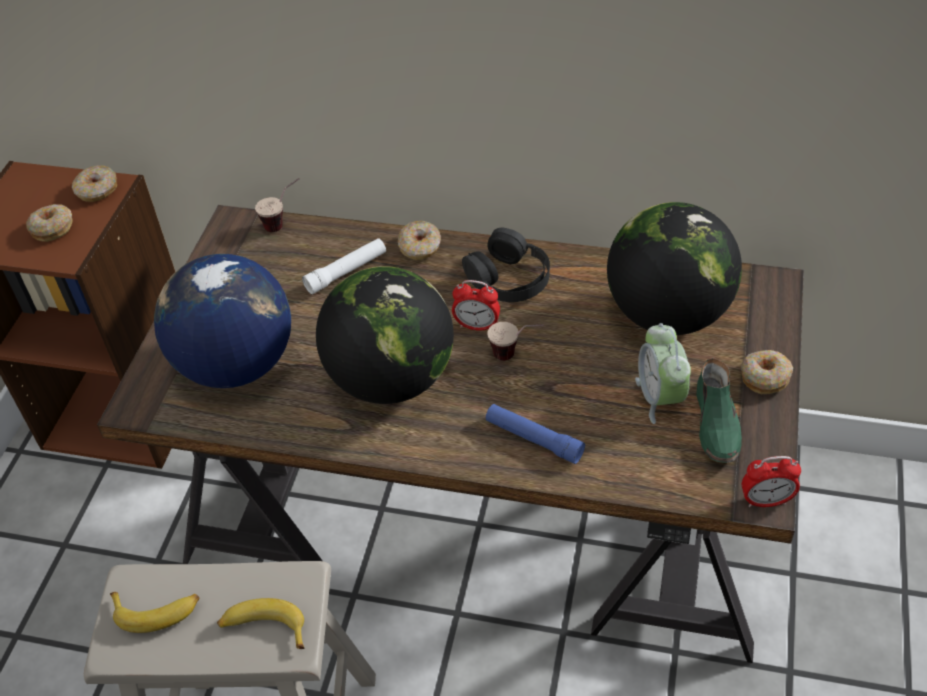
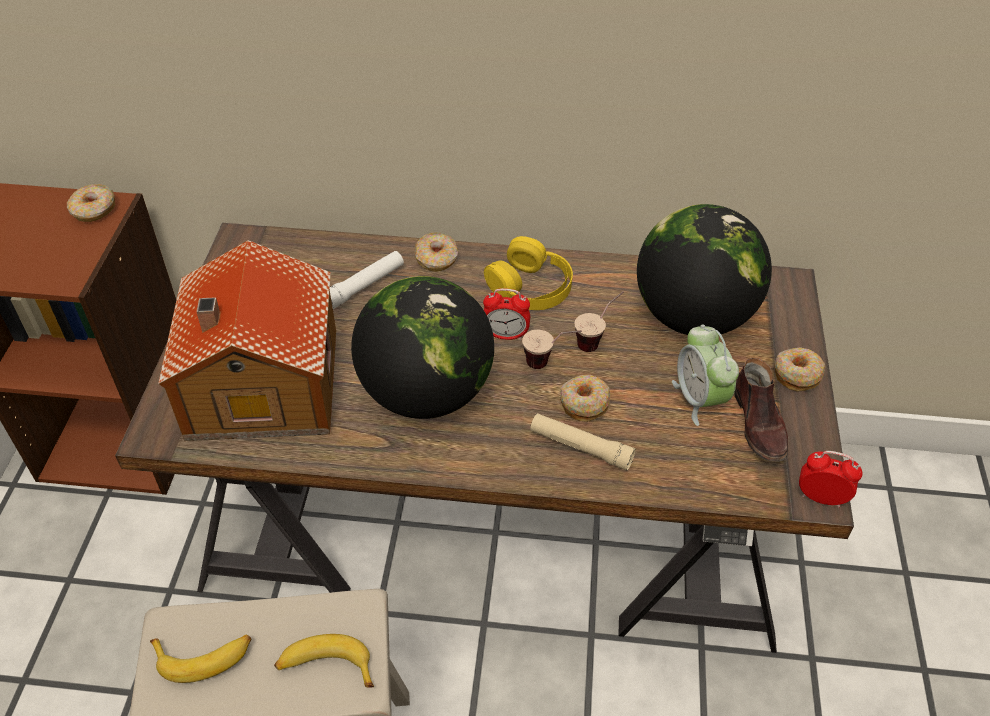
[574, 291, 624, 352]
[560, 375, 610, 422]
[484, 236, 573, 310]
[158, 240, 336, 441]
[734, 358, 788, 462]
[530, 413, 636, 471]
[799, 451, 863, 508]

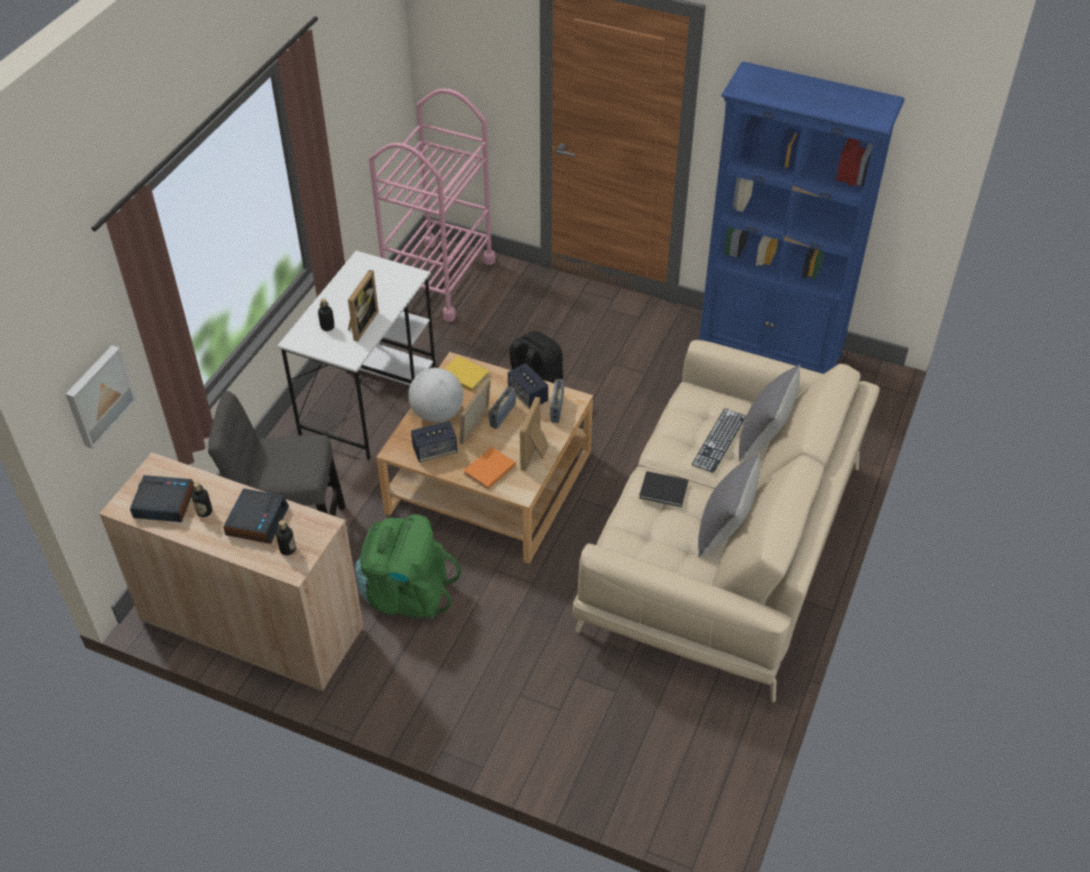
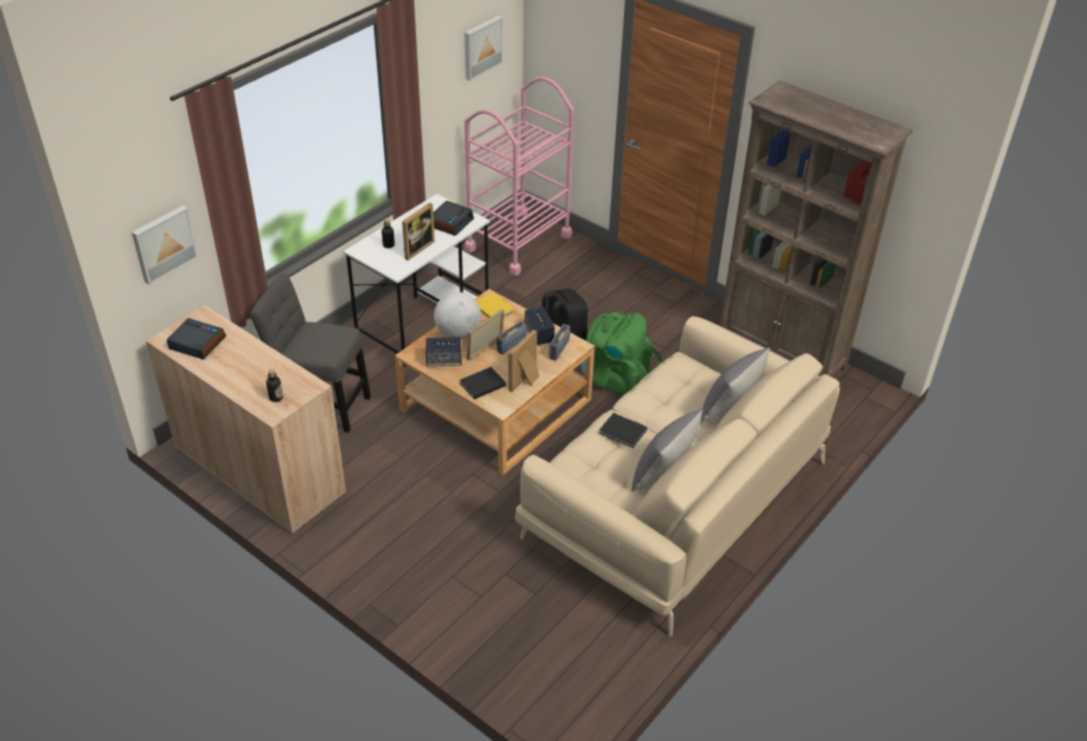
[720, 80, 913, 377]
[691, 408, 746, 473] (first image)
[460, 367, 506, 399]
[192, 482, 212, 517] (first image)
[433, 201, 474, 236]
[581, 312, 662, 395]
[464, 15, 503, 81]

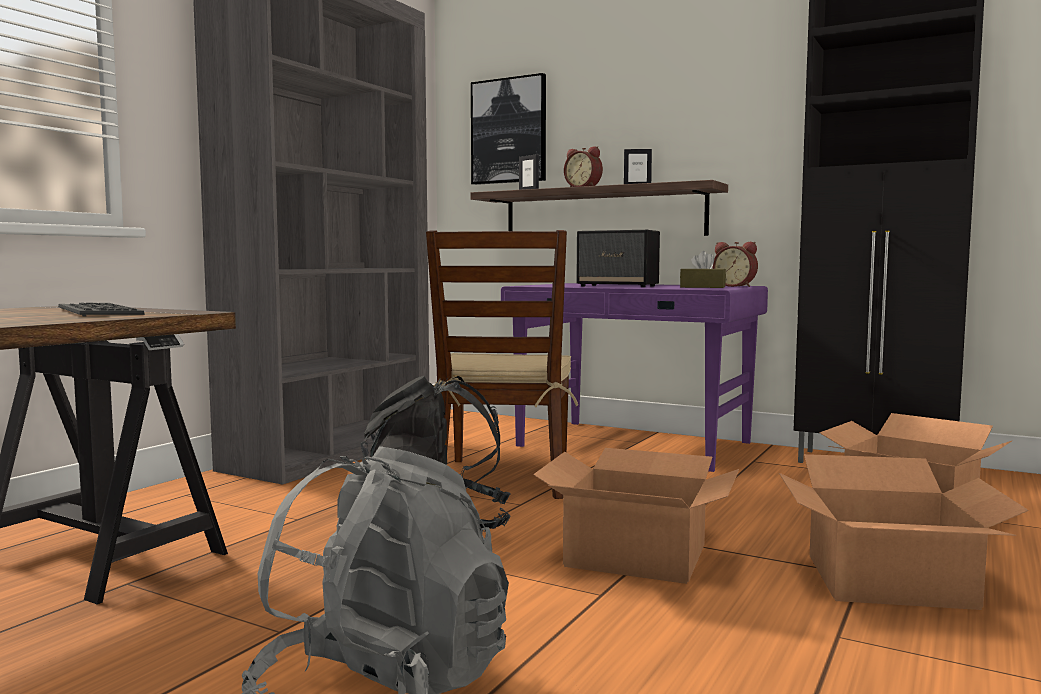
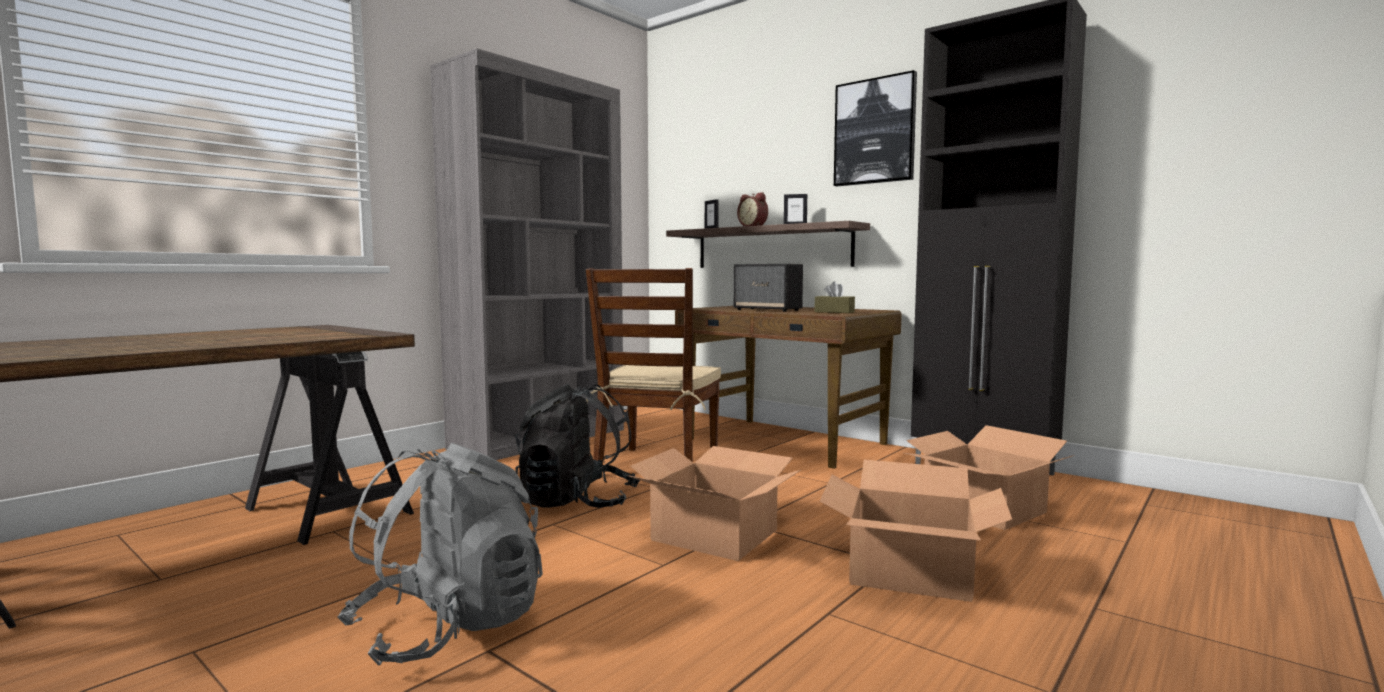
[834, 70, 917, 186]
[712, 242, 758, 287] (first image)
[675, 306, 902, 469]
[58, 303, 145, 316] (first image)

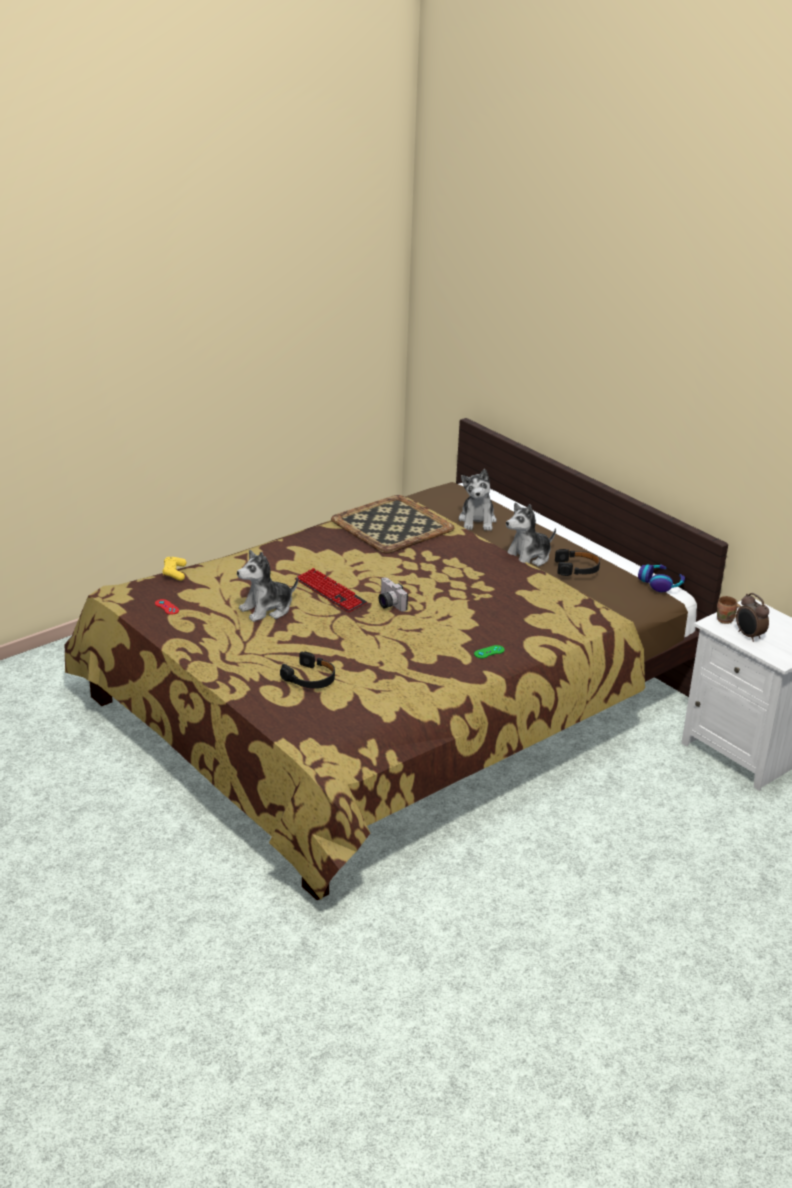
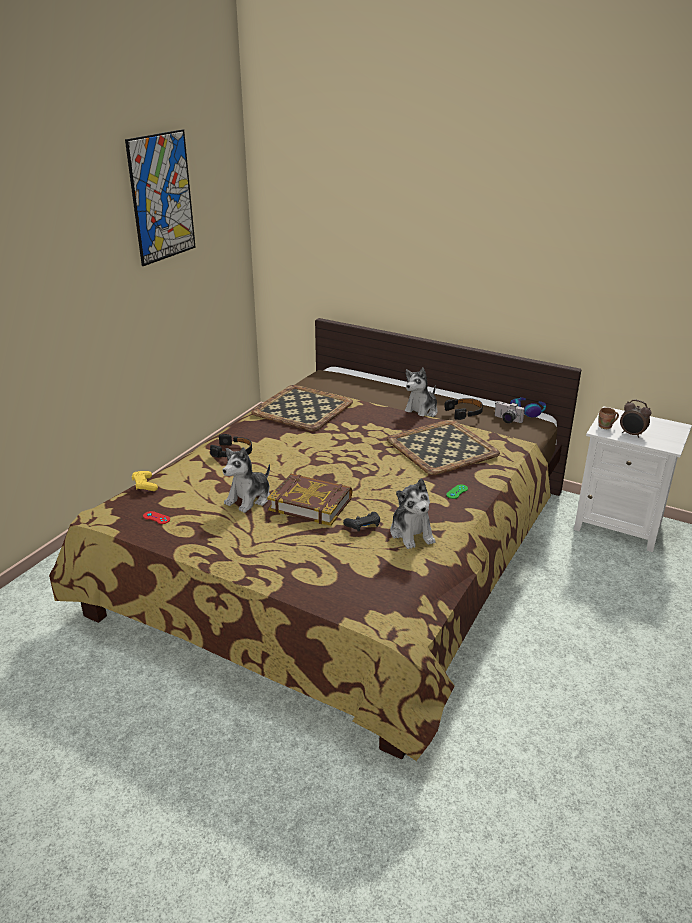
[390, 478, 435, 549]
[295, 568, 367, 612] (first image)
[495, 401, 525, 423]
[210, 434, 252, 458]
[125, 129, 196, 266]
[387, 420, 500, 475]
[267, 474, 353, 526]
[343, 512, 380, 532]

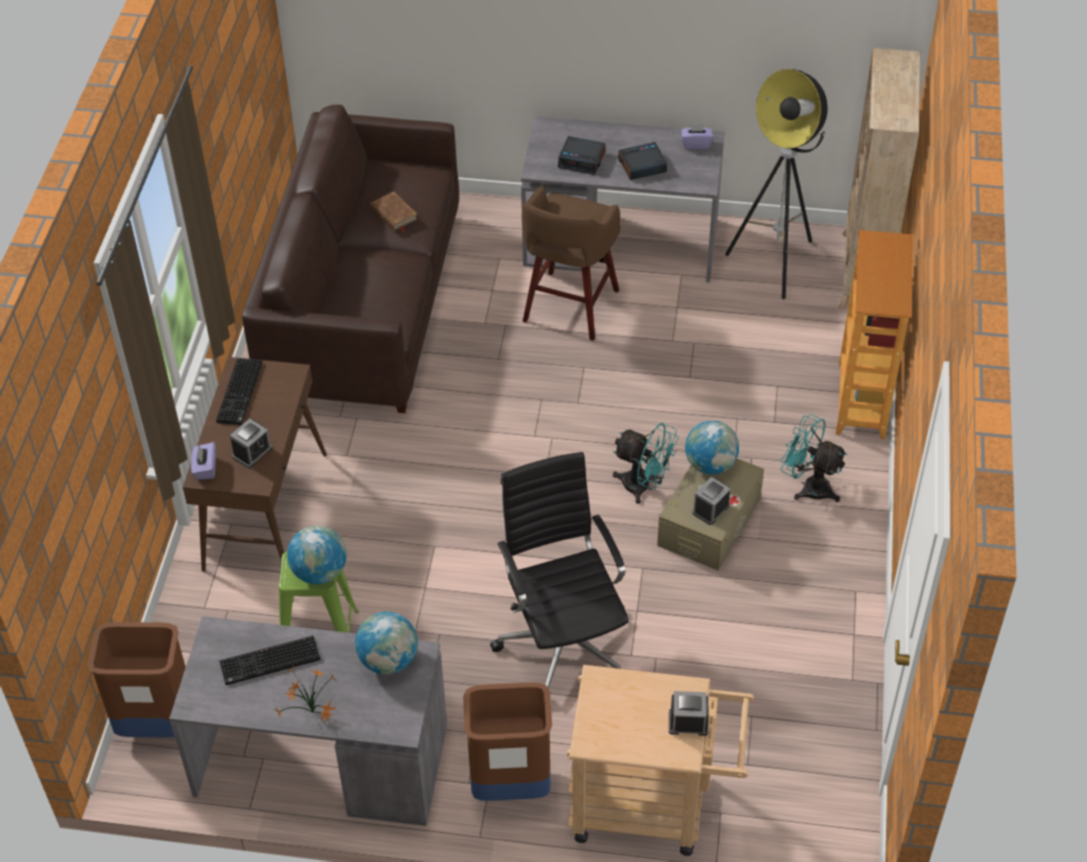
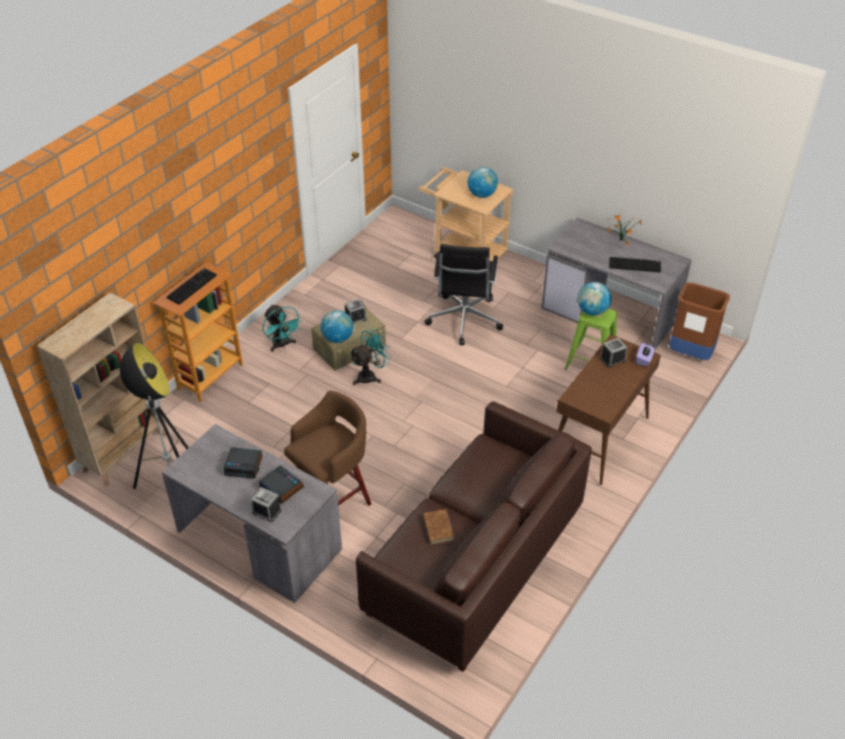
[681, 123, 713, 149] (first image)
[167, 268, 217, 305]
[350, 328, 392, 385]
[467, 167, 498, 198]
[463, 682, 552, 801] (first image)
[251, 487, 282, 522]

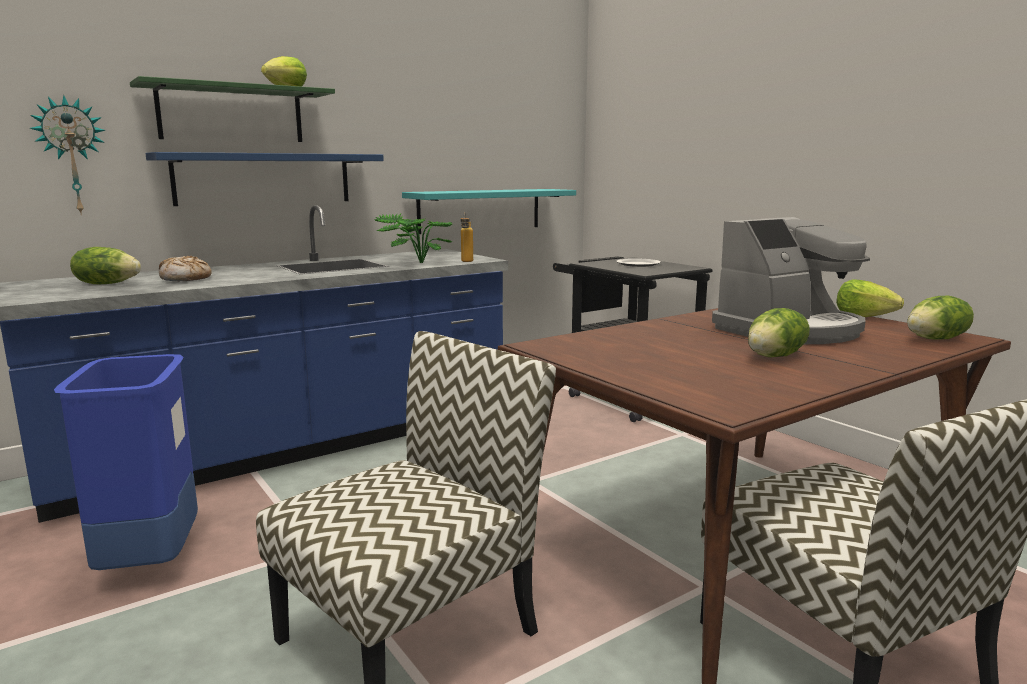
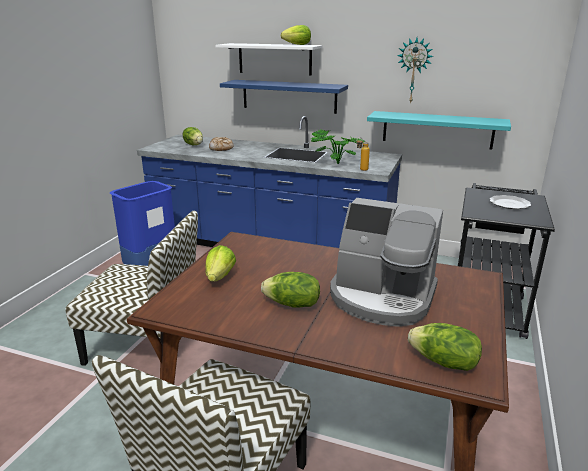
[215, 43, 323, 76]
[397, 38, 434, 104]
[205, 245, 236, 282]

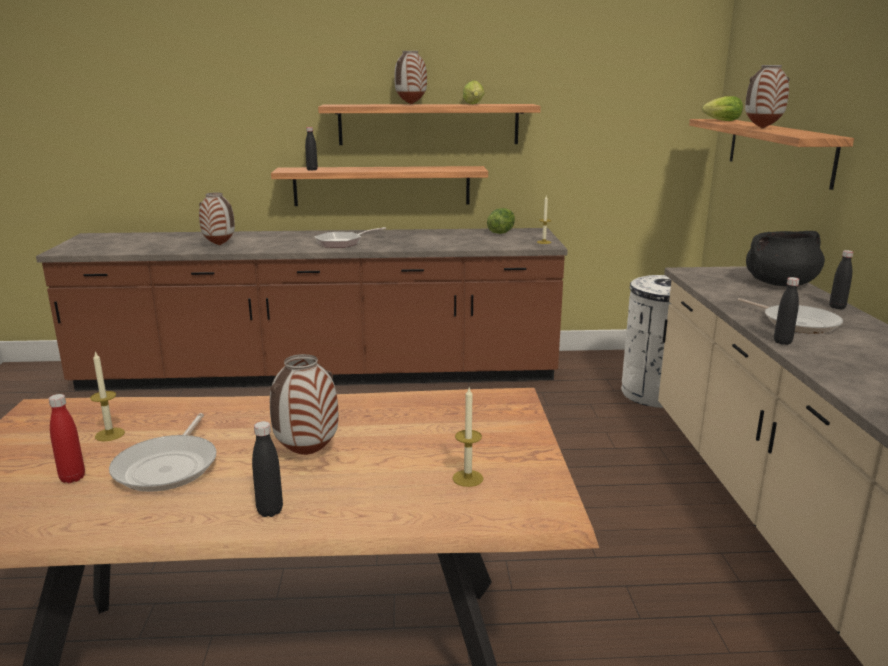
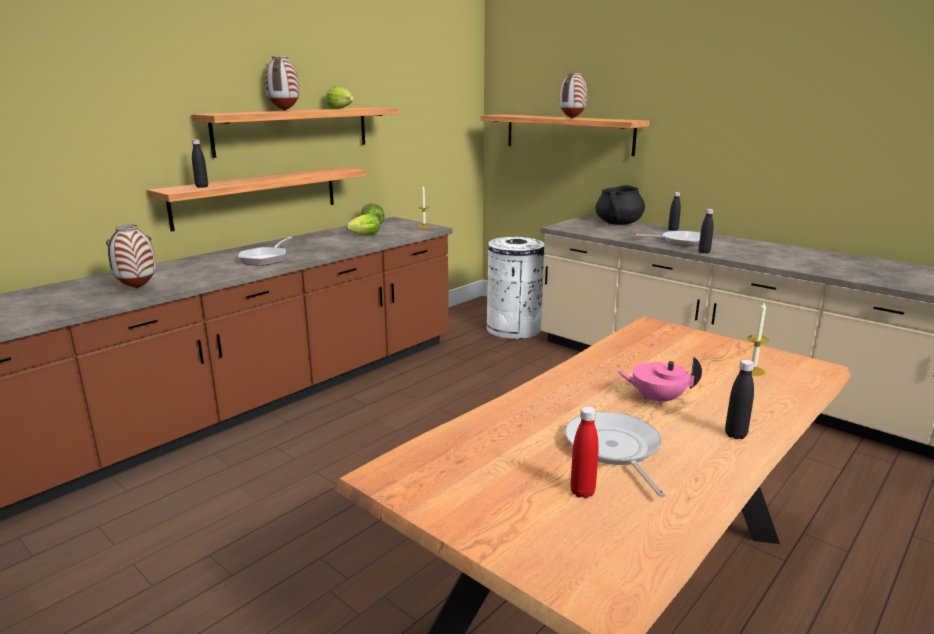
[346, 214, 380, 235]
[90, 351, 125, 441] (first image)
[617, 357, 702, 406]
[565, 411, 666, 498]

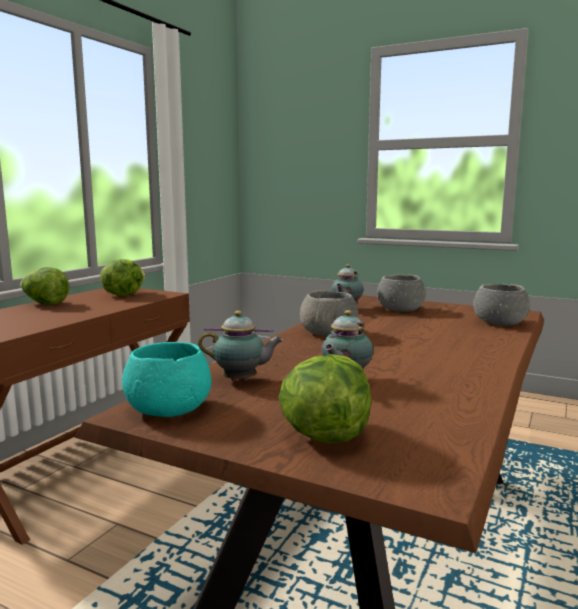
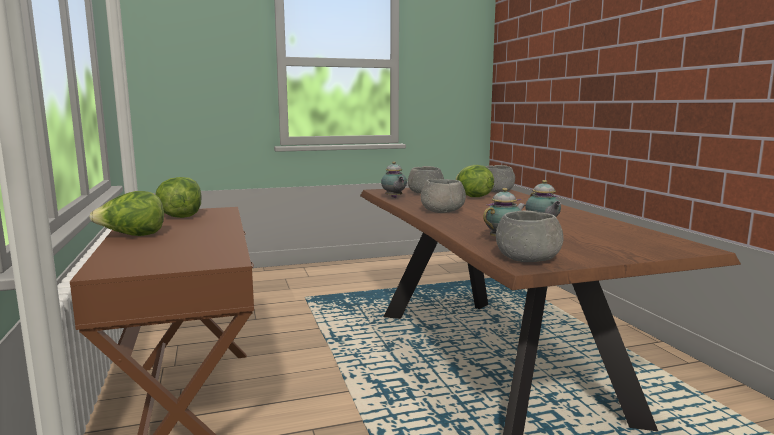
[496, 211, 563, 262]
[455, 165, 494, 197]

